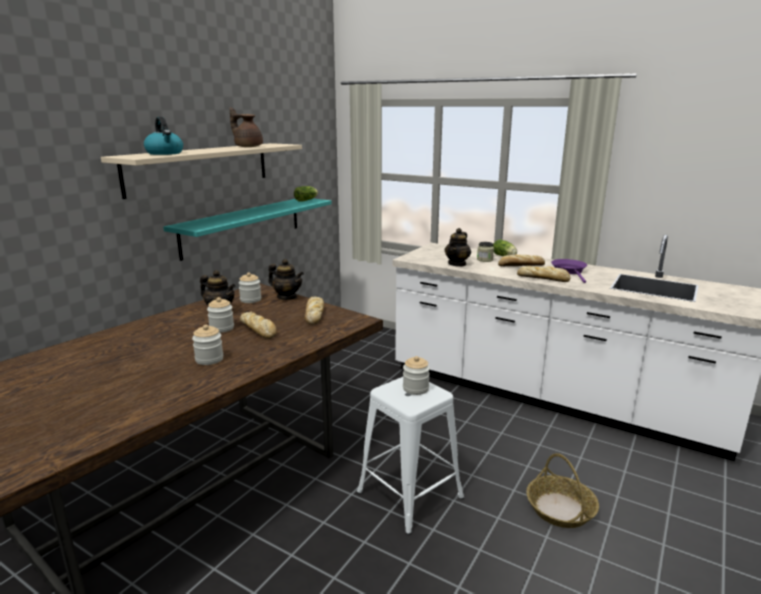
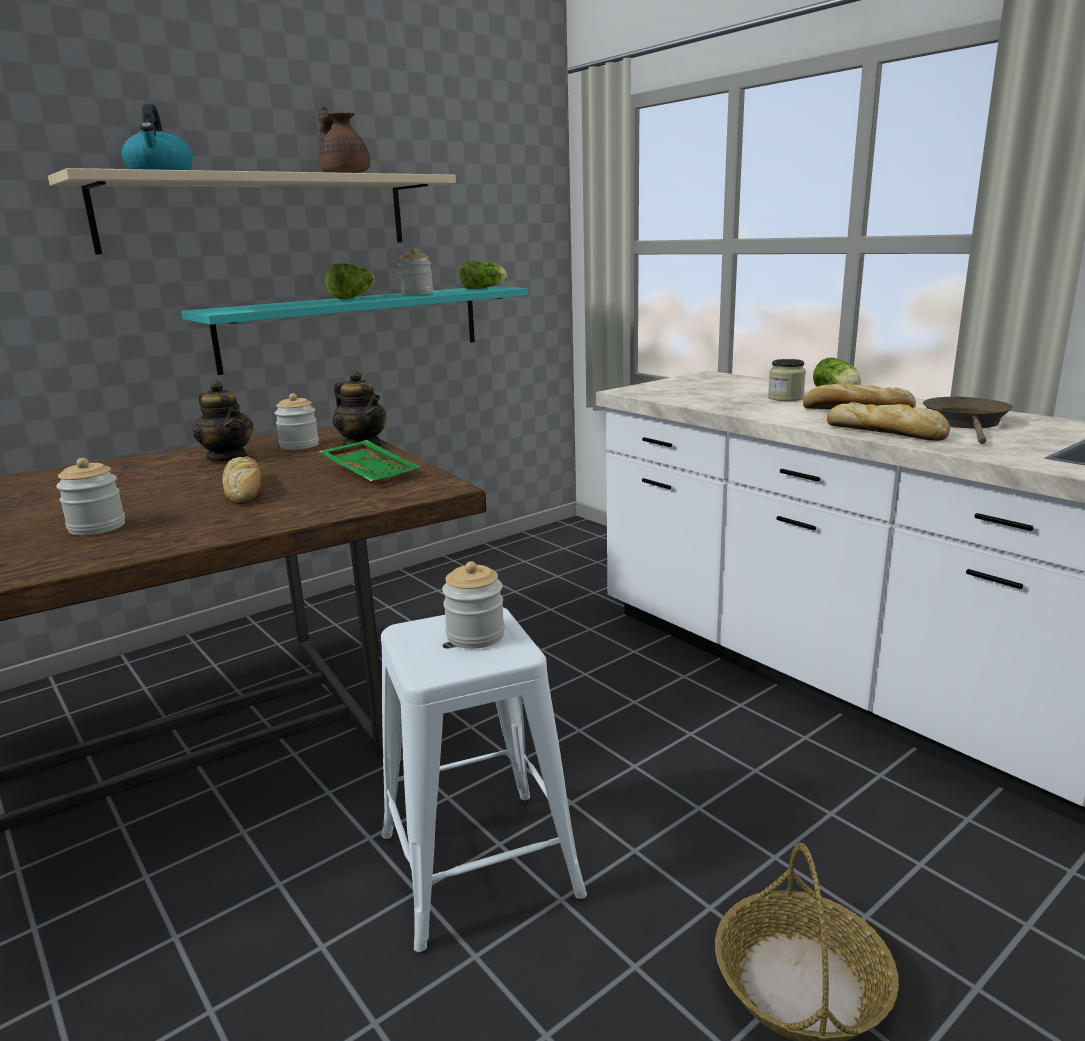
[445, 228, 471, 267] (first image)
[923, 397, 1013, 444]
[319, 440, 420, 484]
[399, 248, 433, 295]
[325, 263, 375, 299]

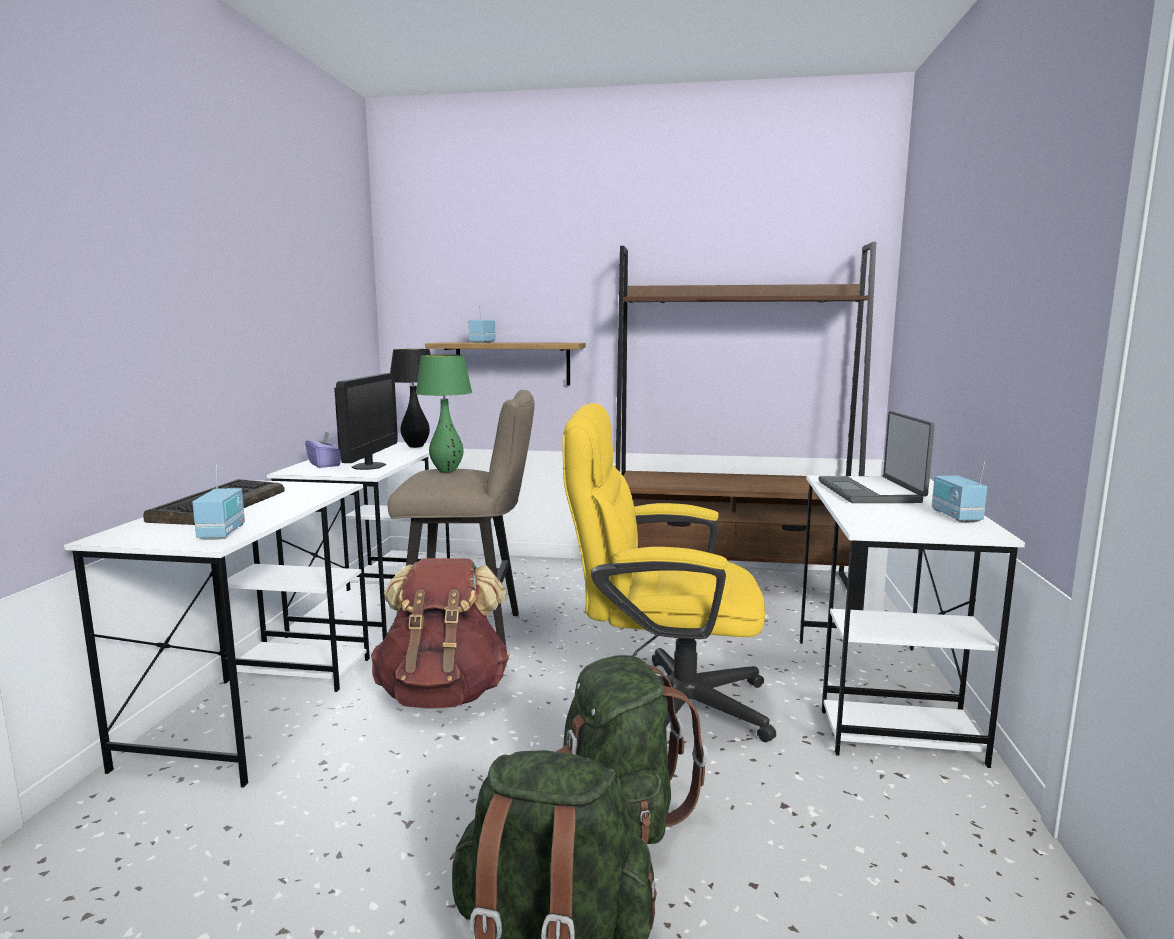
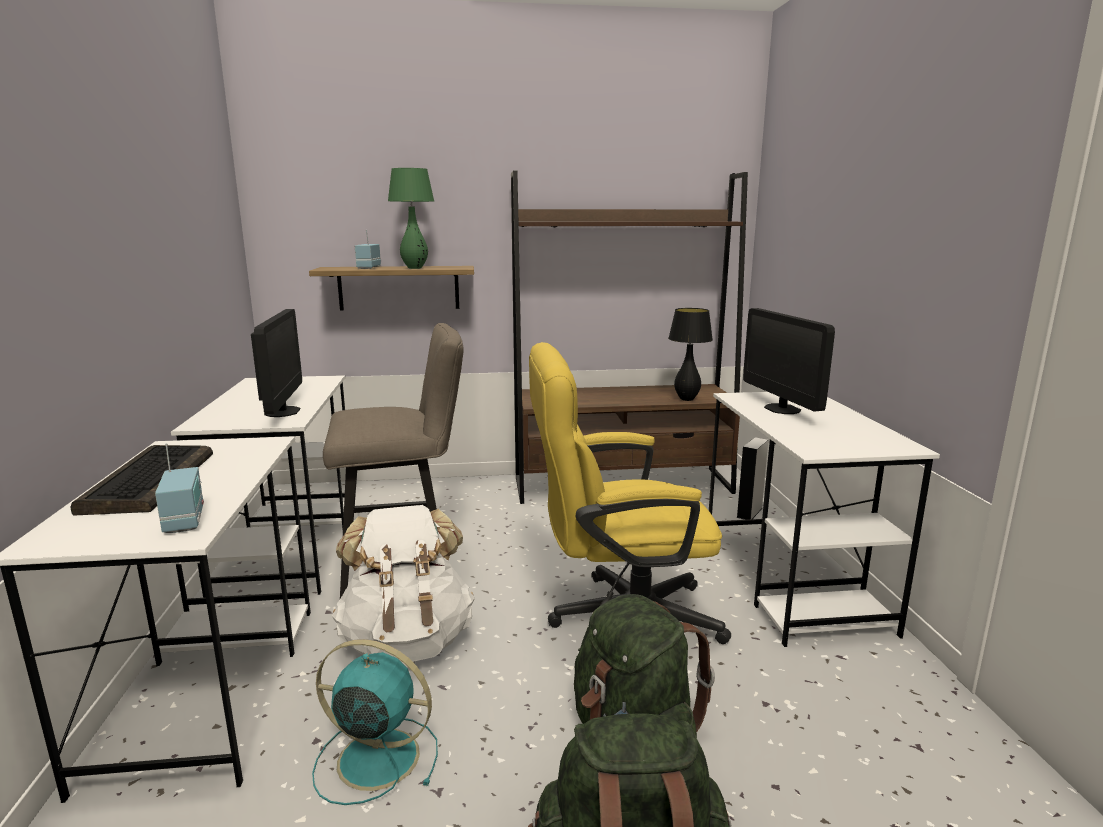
[668, 308, 713, 401]
[388, 168, 434, 269]
[743, 308, 835, 414]
[305, 432, 341, 468] (first image)
[932, 462, 987, 522] (first image)
[332, 505, 475, 663]
[312, 639, 438, 805]

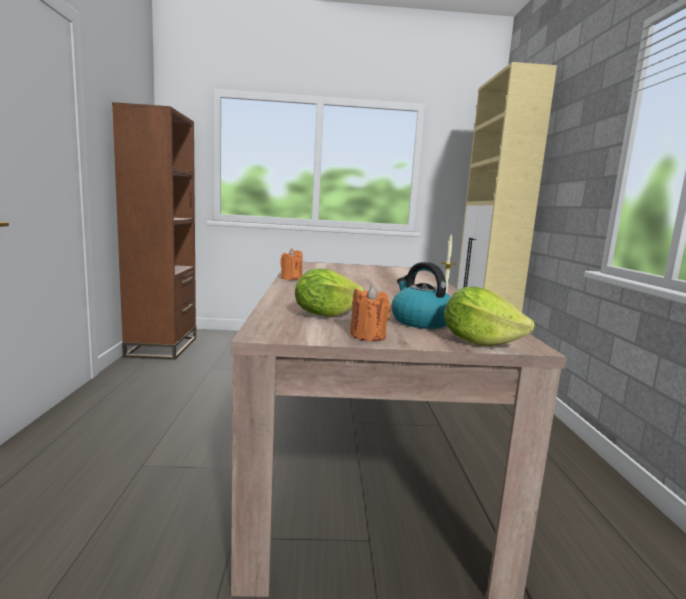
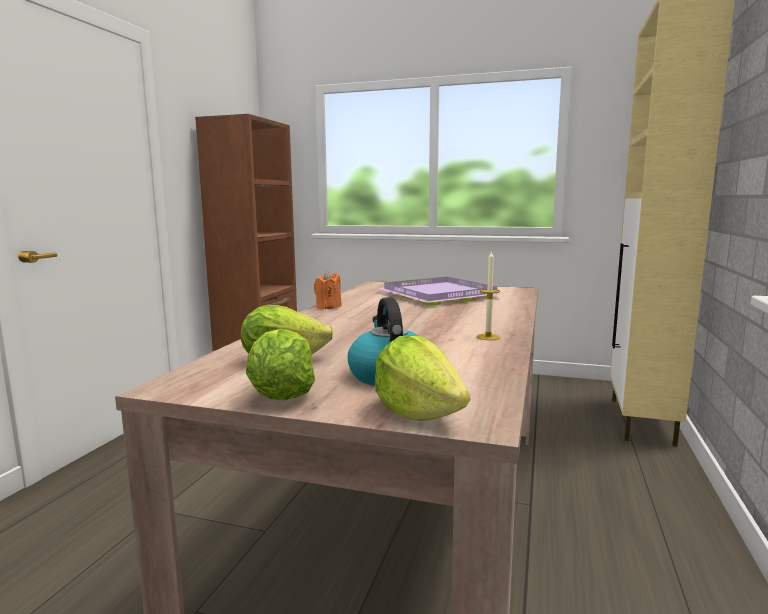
[246, 329, 315, 400]
[377, 277, 505, 306]

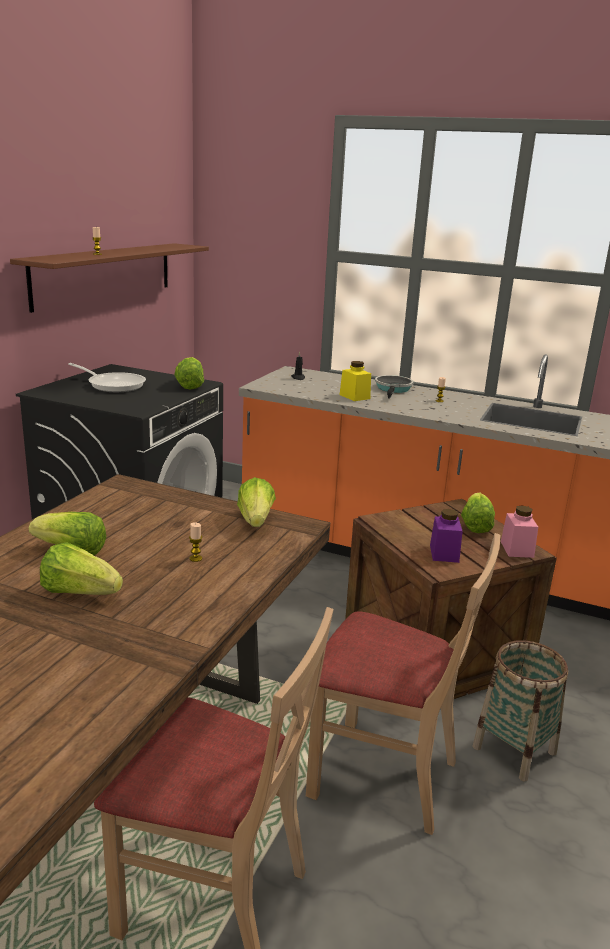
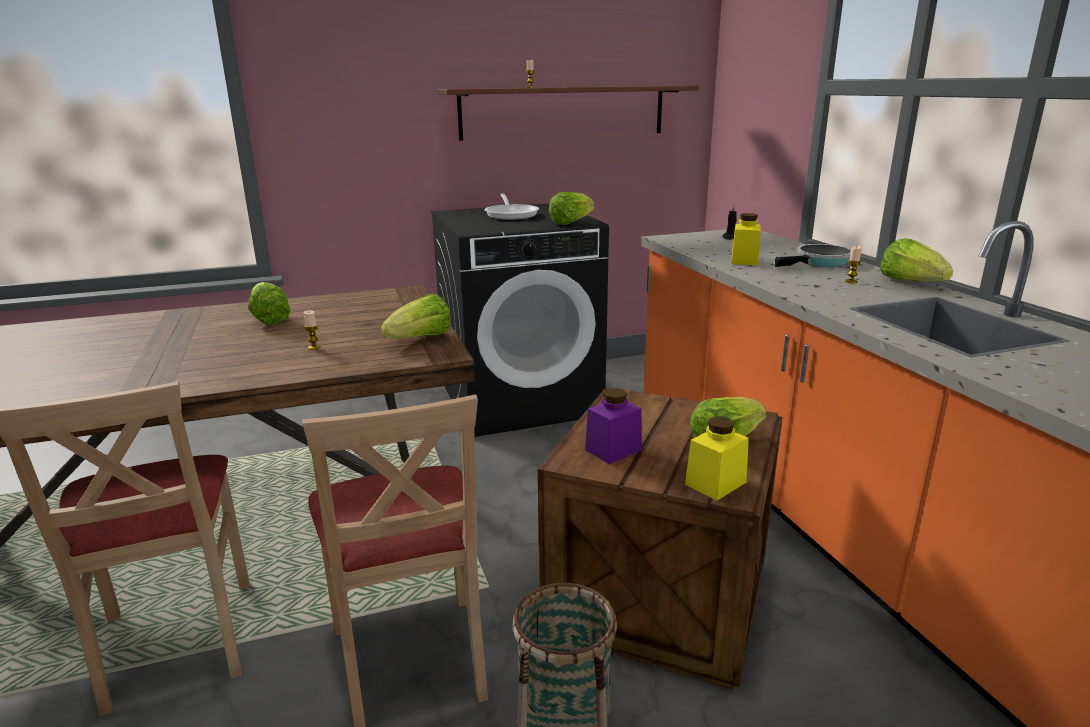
[685, 416, 749, 501]
[880, 238, 953, 282]

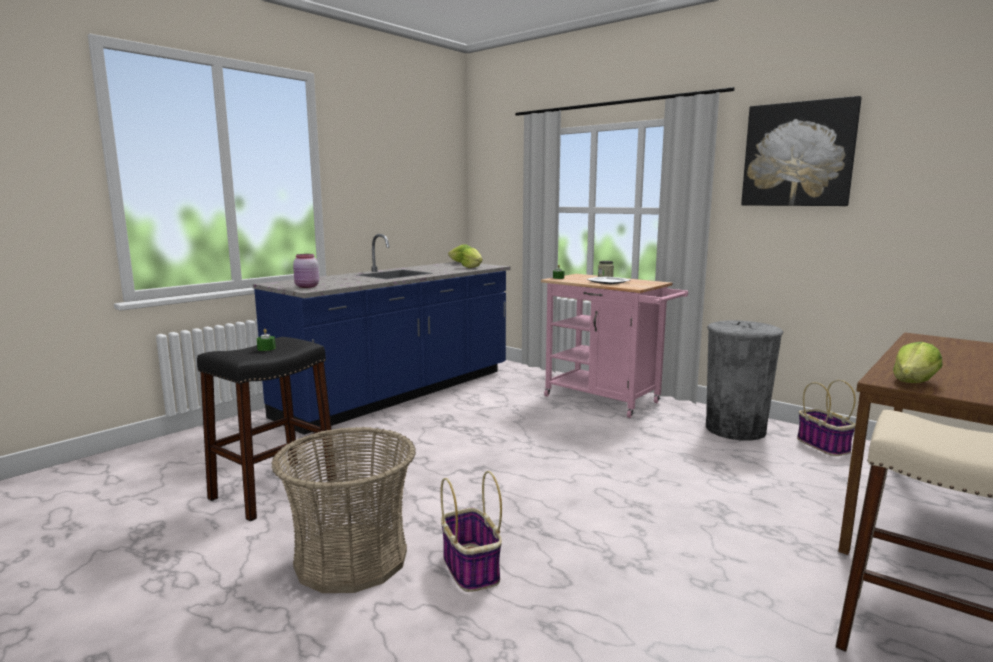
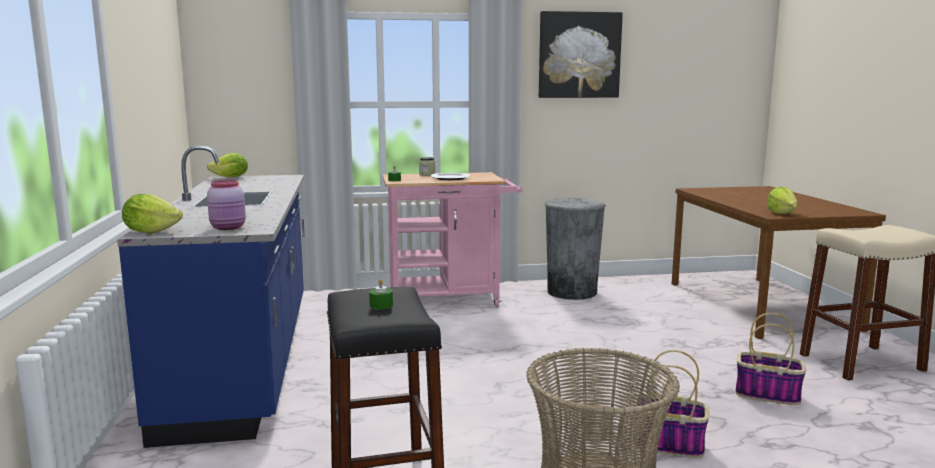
[122, 194, 183, 234]
[735, 313, 806, 405]

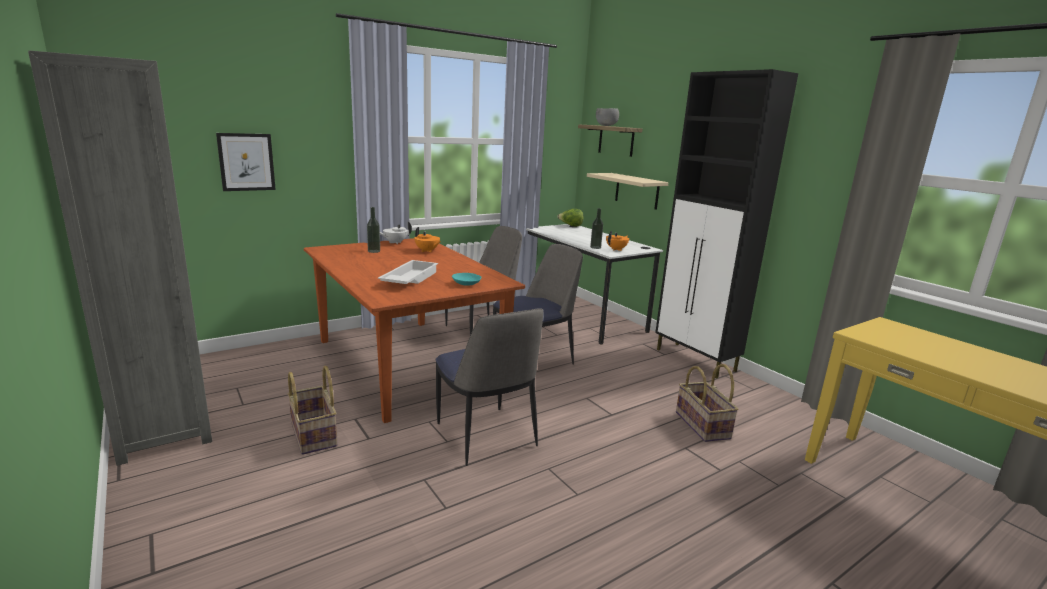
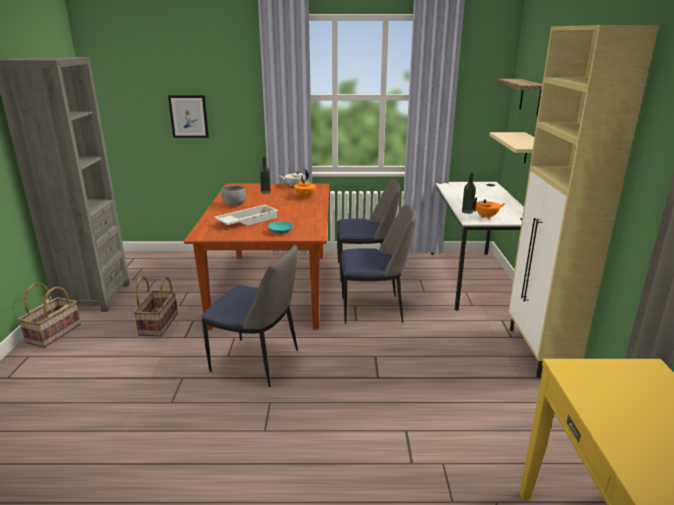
[508, 25, 659, 378]
[221, 186, 246, 206]
[557, 209, 584, 226] (first image)
[201, 244, 298, 387]
[18, 283, 81, 348]

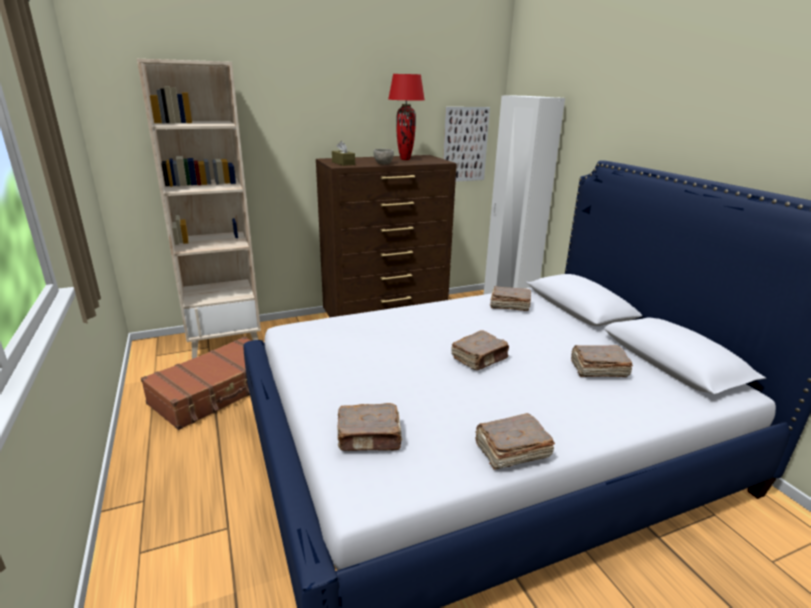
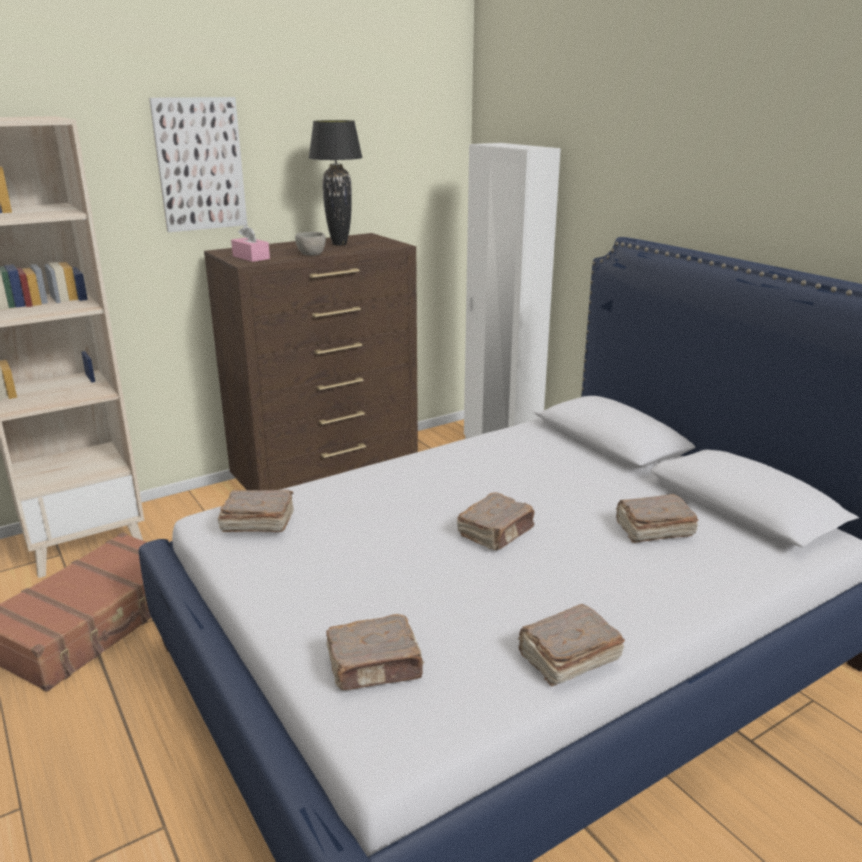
[308, 120, 363, 245]
[149, 97, 247, 232]
[231, 224, 270, 262]
[218, 490, 294, 532]

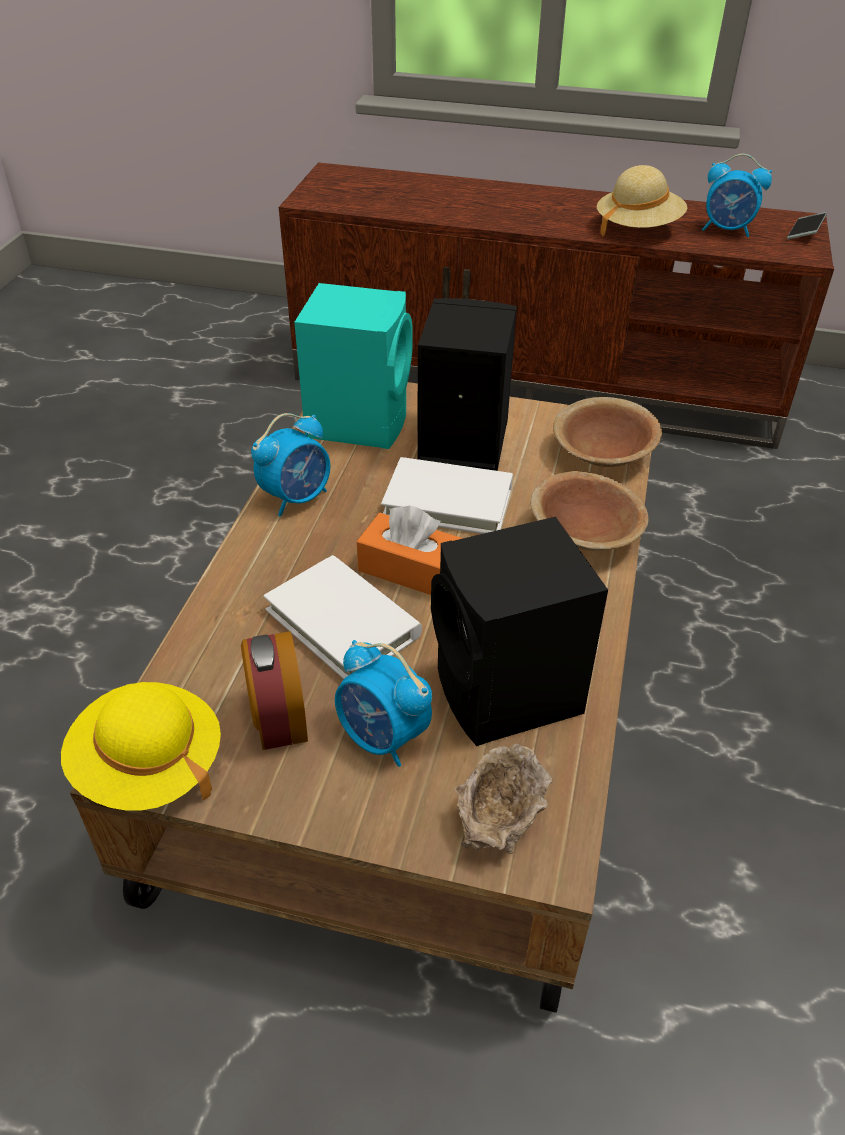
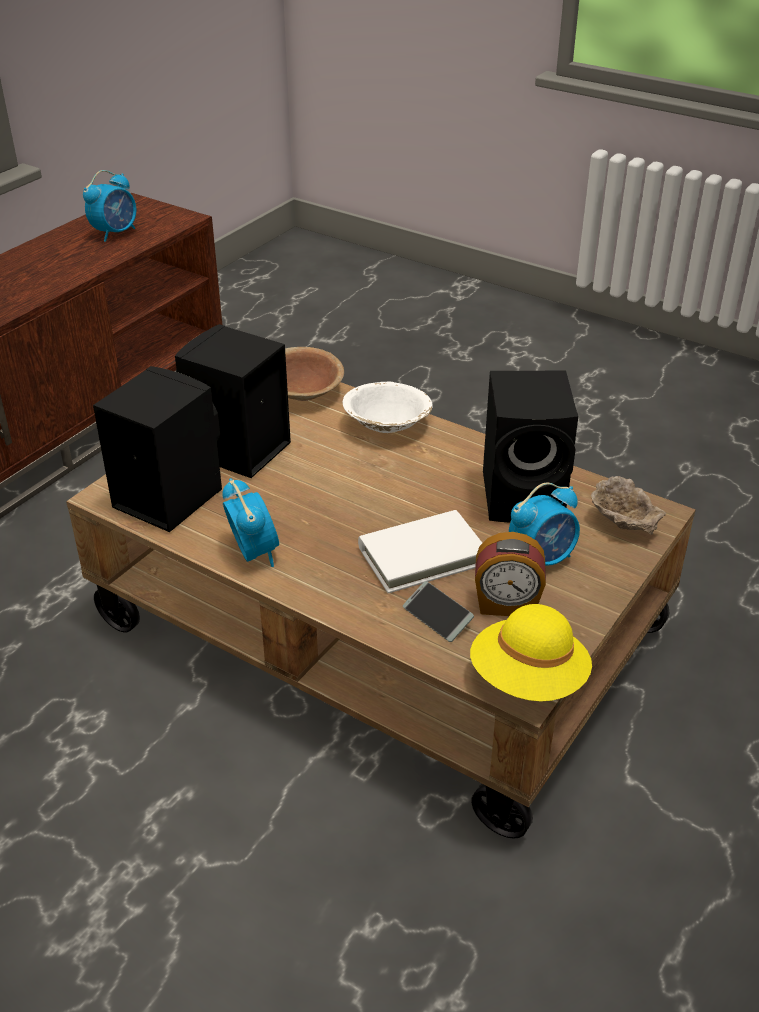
[597, 165, 687, 237] (first image)
[403, 581, 474, 642]
[93, 366, 222, 532]
[381, 457, 513, 534] (first image)
[343, 381, 433, 433]
[357, 505, 463, 595] (first image)

